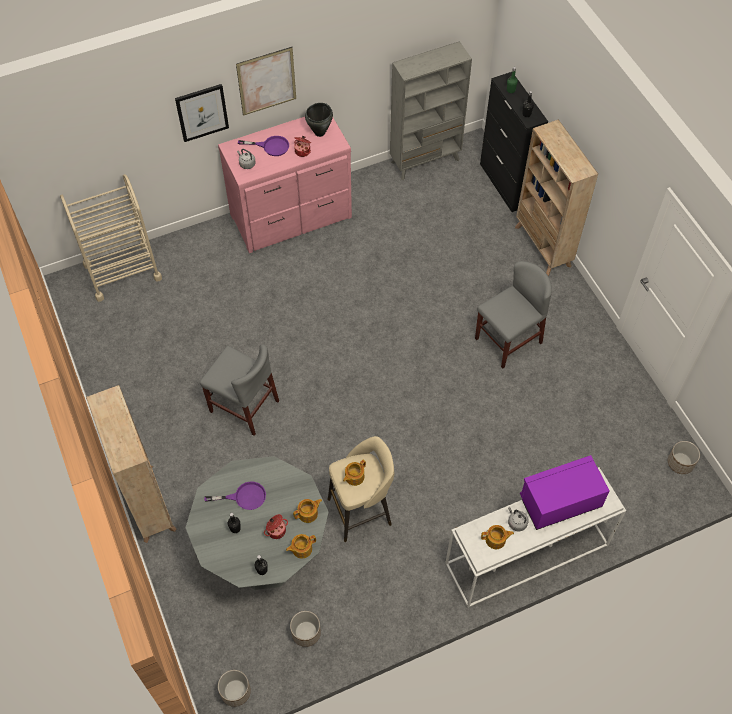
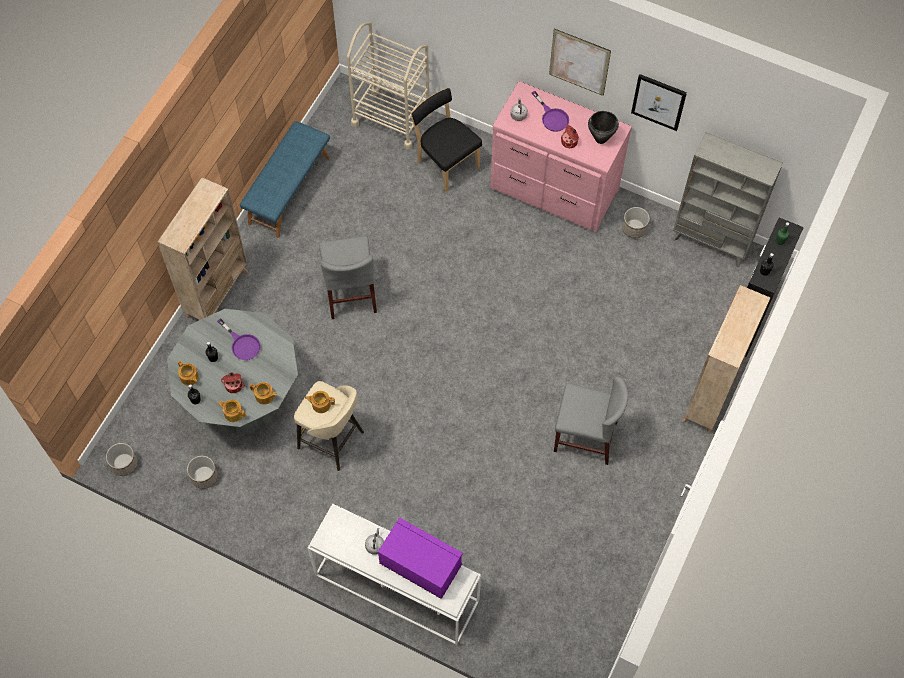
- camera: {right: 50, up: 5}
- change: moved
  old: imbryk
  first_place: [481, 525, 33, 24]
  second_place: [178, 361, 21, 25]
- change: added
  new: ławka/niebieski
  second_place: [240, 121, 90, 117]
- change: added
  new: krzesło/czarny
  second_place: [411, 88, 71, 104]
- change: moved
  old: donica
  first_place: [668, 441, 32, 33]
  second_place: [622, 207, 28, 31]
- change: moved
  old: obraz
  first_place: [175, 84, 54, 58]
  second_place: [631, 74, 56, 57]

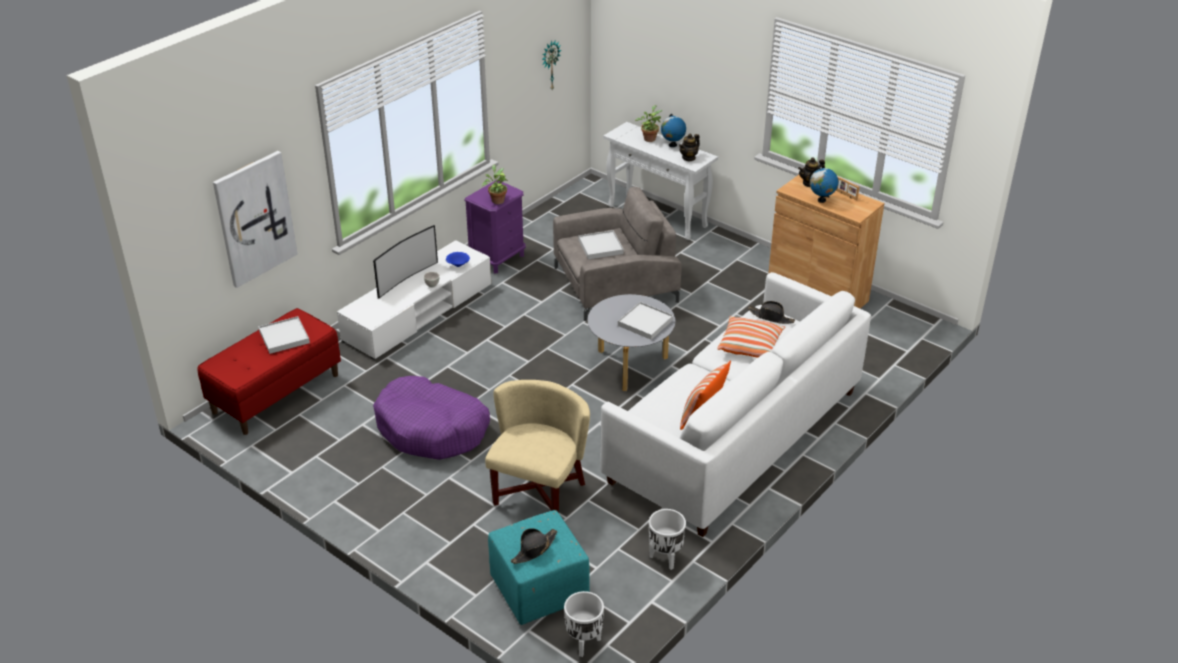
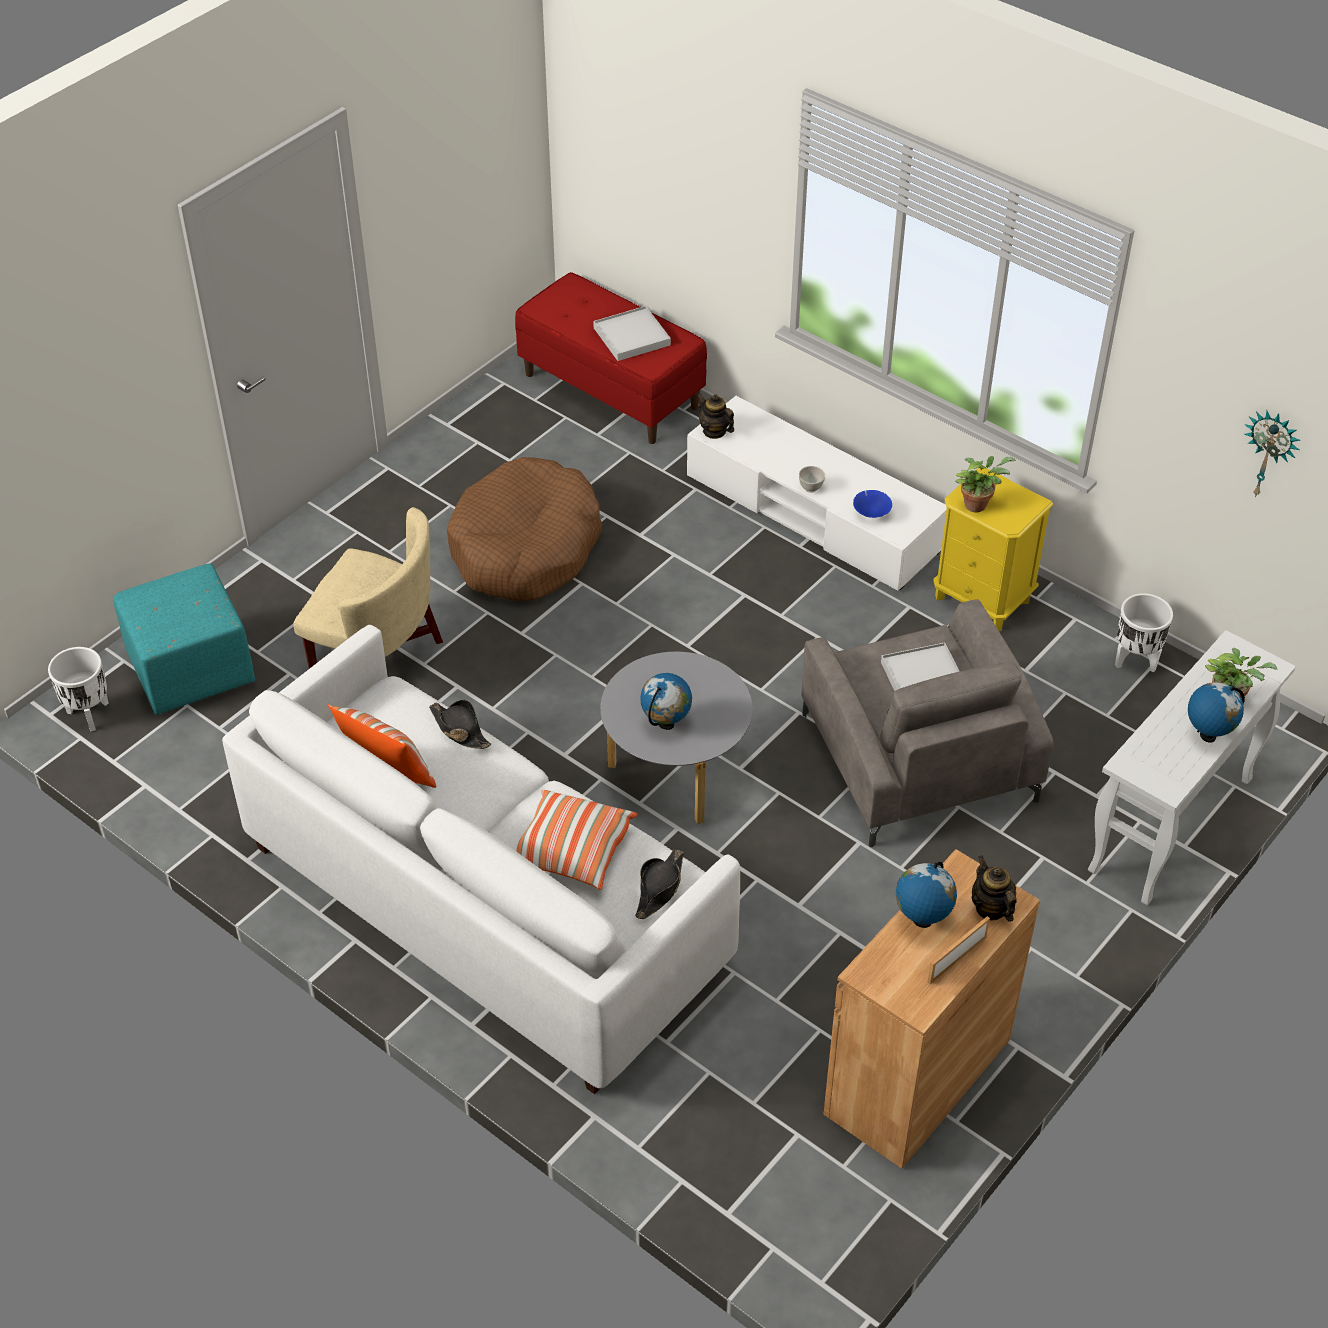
- camera: {right: 90, up: 10}
- change: moved
  old: kapelusz/czarny
  first_place: [511, 528, 46, 36]
  second_place: [429, 700, 62, 49]
- change: recoloured
  old: legowisko/fioletowy
  new: legowisko/brązowy
  first_place: [373, 376, 117, 84]
  second_place: [447, 457, 155, 144]
- change: replaced
  old: taca/biały
  new: globus
  first_place: [618, 302, 55, 38]
  second_place: [640, 673, 52, 57]
- change: moved
  old: imbryk
  first_place: [679, 134, 21, 28]
  second_place: [697, 394, 37, 45]
- change: recoloured
  old: szafka nocna/fioletowy
  new: szafka nocna/żółty
  first_place: [464, 180, 62, 94]
  second_place: [933, 467, 120, 164]
- change: moved
  old: donica/biały
  first_place: [649, 509, 37, 61]
  second_place: [1115, 593, 58, 79]
- change: removed
  old: obraz
  first_place: [213, 151, 85, 137]
- change: removed
  old: telewizor
  first_place: [373, 225, 65, 74]

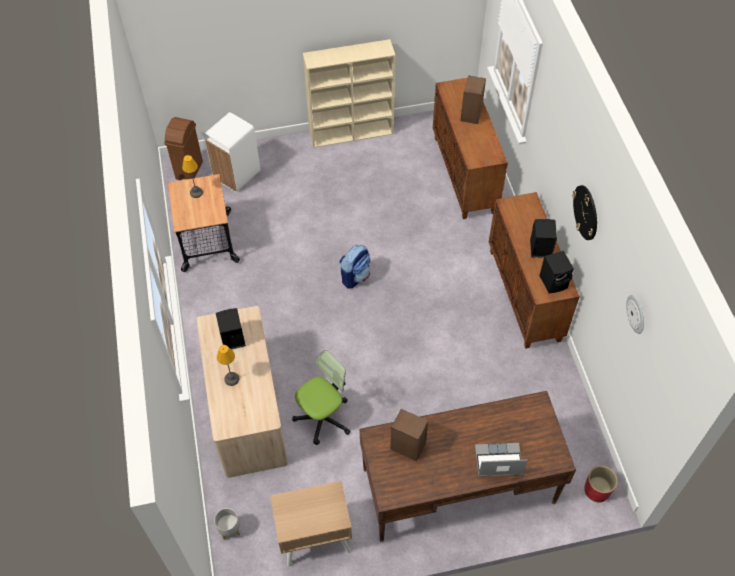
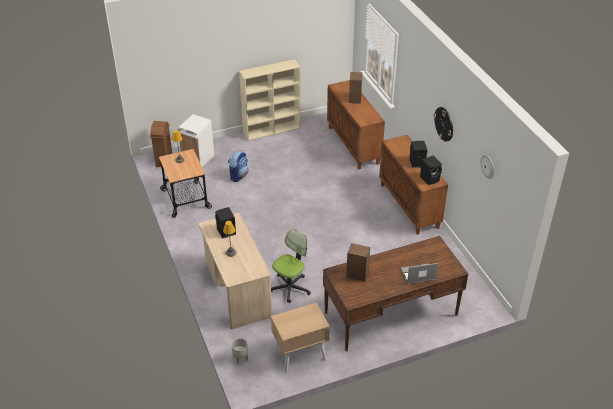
- camera: {right: -10, up: -15}
- change: moved
  old: plecak
  first_place: [339, 245, 32, 43]
  second_place: [228, 150, 20, 32]
- change: removed
  old: donica/czerwony
  first_place: [584, 466, 34, 37]

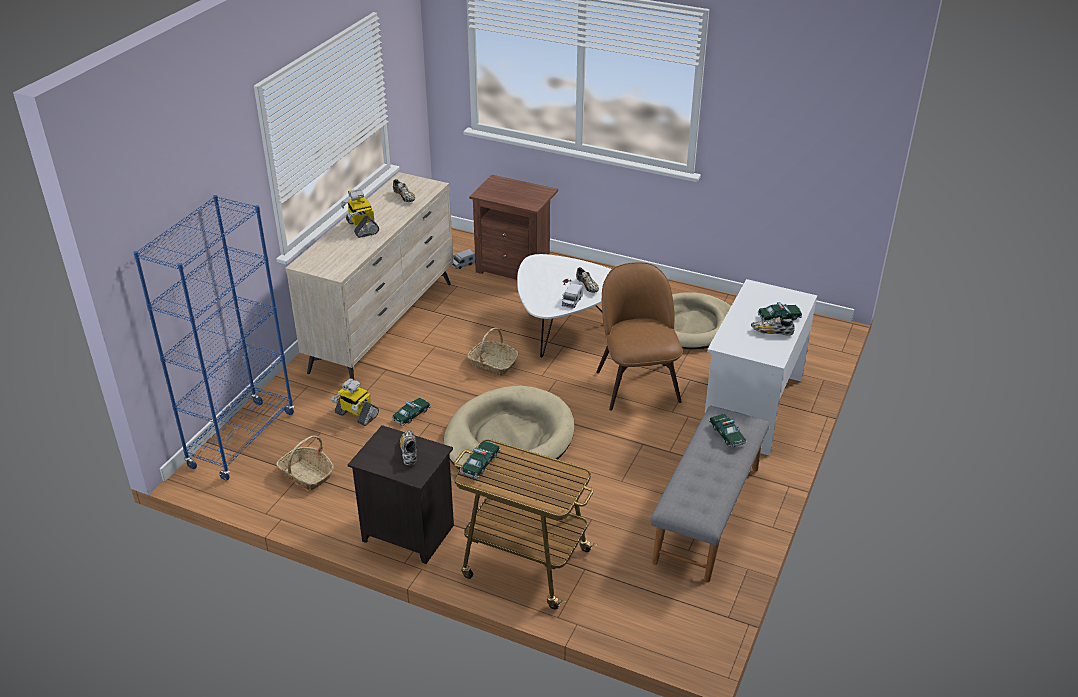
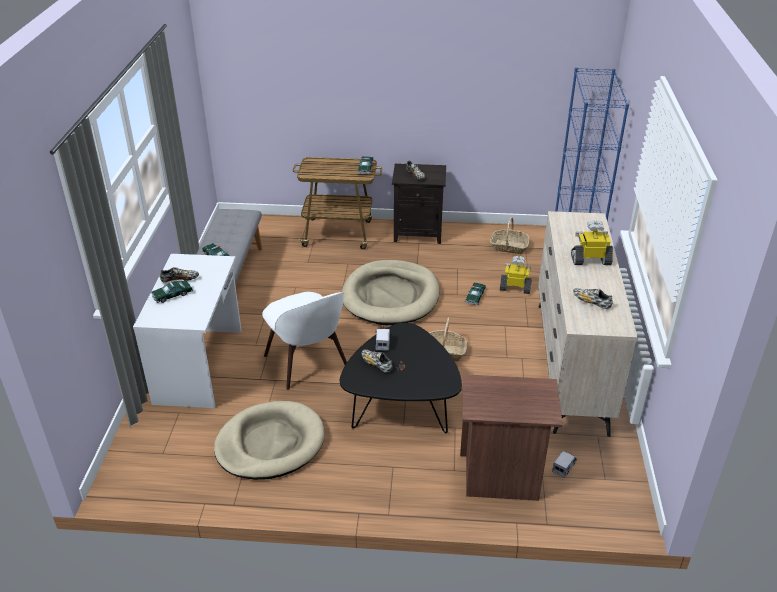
- camera: {right: 160, up: 0}
- change: recoloured
  old: krzesło/brązowy
  new: krzesło/biały
  first_place: [596, 262, 87, 149]
  second_place: [262, 292, 85, 98]
- change: recoloured
  old: ława/biały
  new: ława/czarny
  first_place: [517, 254, 95, 104]
  second_place: [340, 323, 122, 111]
- change: turned
  old: robot zabawkowy
  first_place: [340, 189, 39, 49]
  second_place: [571, 220, 42, 45]
  degrees: -45

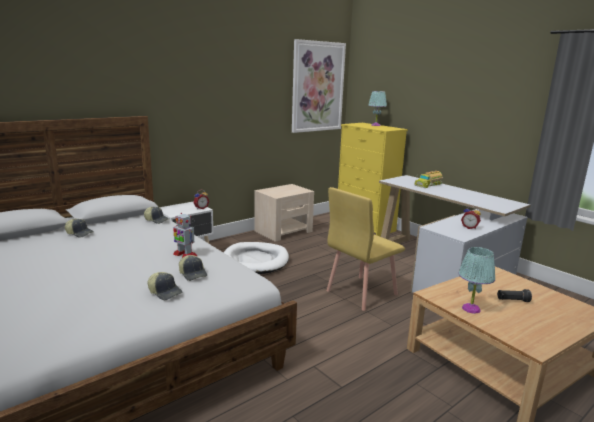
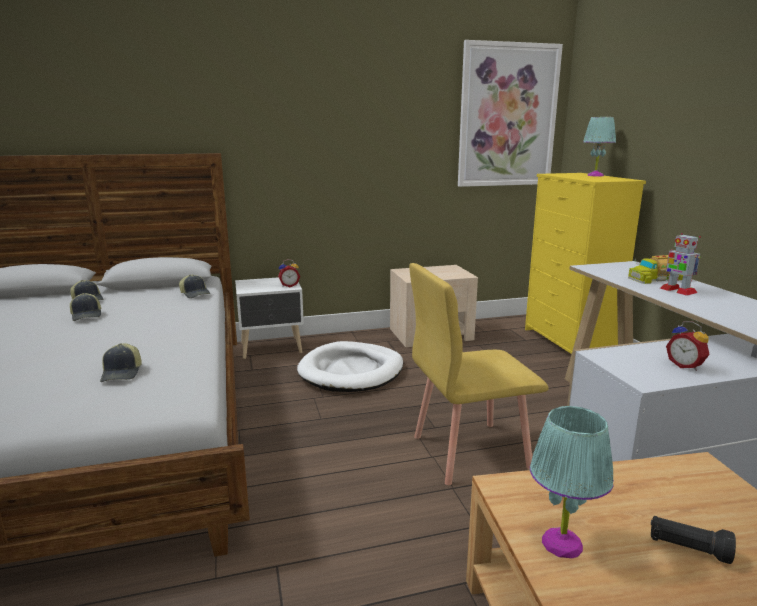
- camera: {right: 25, up: 0}
- change: moved
  old: czapka z daszkiem
  first_place: [147, 272, 36, 28]
  second_place: [70, 293, 32, 28]
- change: moved
  old: robot zabawkowy
  first_place: [173, 213, 24, 45]
  second_place: [660, 233, 41, 63]

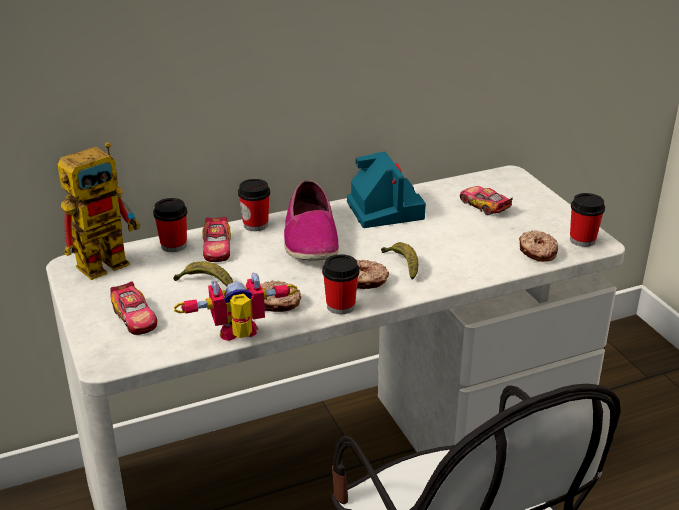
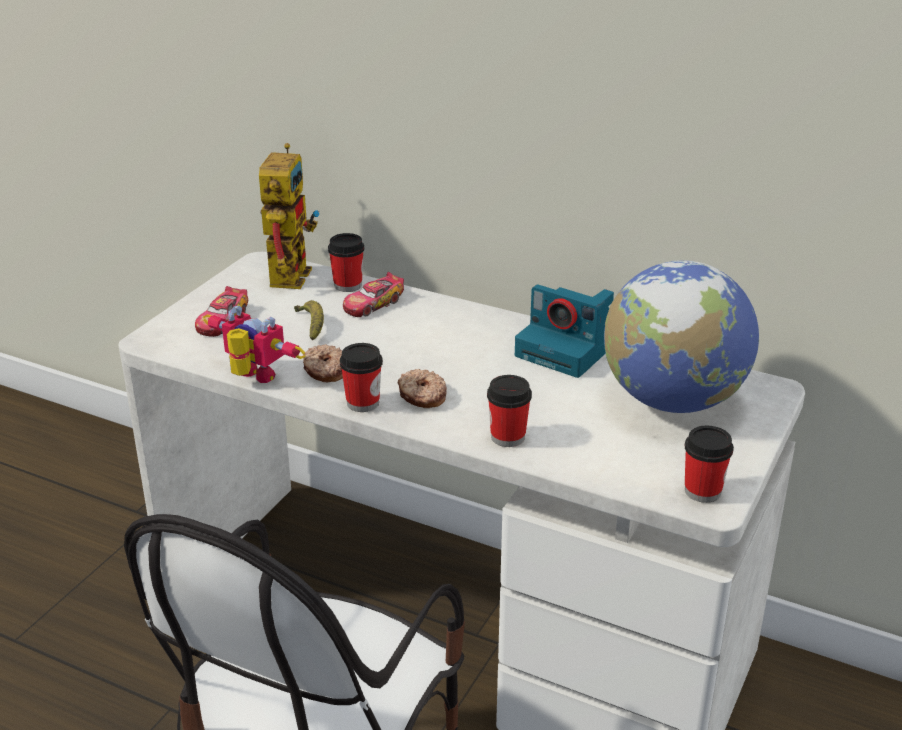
- camera: {right: 50, up: 0}
- change: turned
  old: robot zabawkowy
  first_place: [58, 142, 82, 138]
  second_place: [259, 143, 61, 146]
  degrees: -90
- change: moved
  old: filiżanka
  first_place: [238, 179, 32, 52]
  second_place: [487, 375, 45, 72]
- change: turned
  old: aparat fotograficzny
  first_place: [347, 152, 79, 76]
  second_place: [515, 285, 99, 93]
  degrees: 90
- change: replaced
  old: samochodzik
  new: globus
  first_place: [460, 186, 53, 29]
  second_place: [604, 260, 155, 153]
- change: removed
  old: but
  first_place: [284, 180, 55, 80]
- change: removed
  old: banan
  first_place: [381, 242, 37, 37]
- change: removed
  old: donut
  first_place: [519, 230, 39, 32]

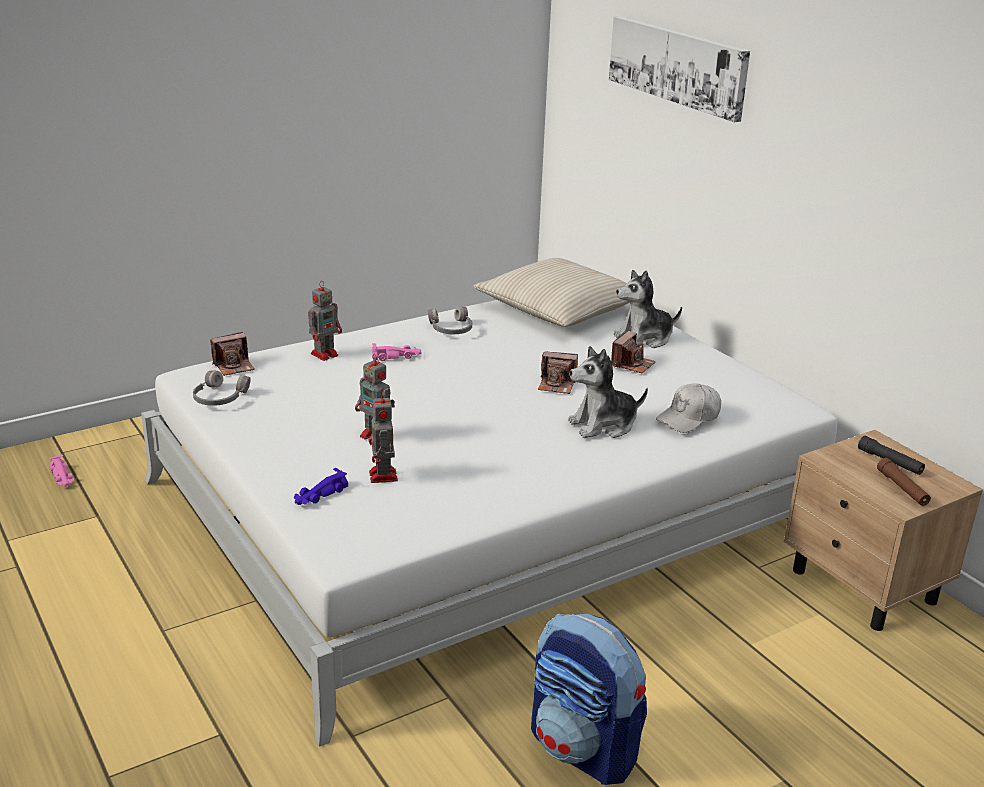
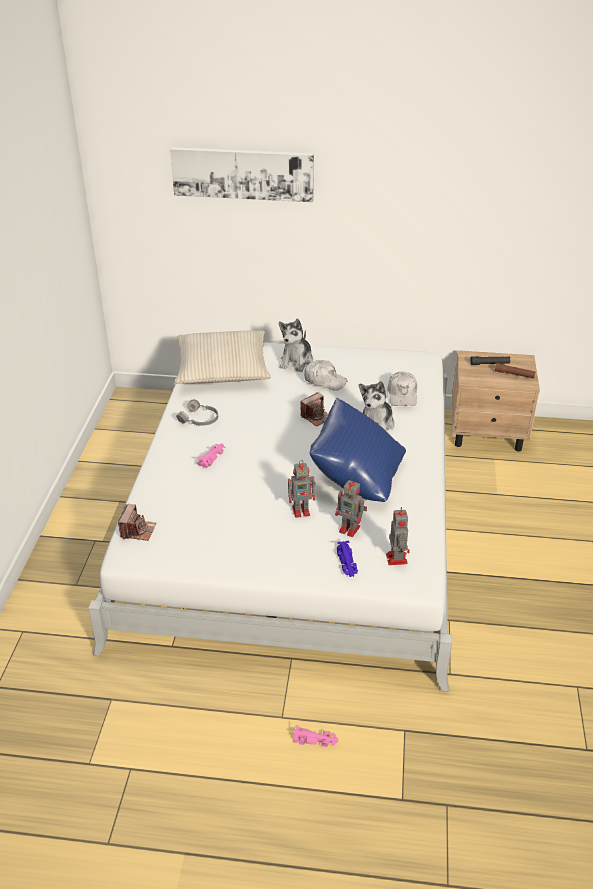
- camera: {right: -50, up: 10}
- change: moved
  old: samochodzik/różowy
  first_place: [49, 455, 25, 32]
  second_place: [294, 725, 44, 22]
- change: replaced
  old: aparat fotograficzny
  new: czapka z daszkiem/biały
  first_place: [611, 330, 45, 43]
  second_place: [304, 360, 44, 31]
- change: added
  new: poduszka/niebieski
  second_place: [310, 398, 96, 104]
- change: moved
  old: robot zabawkowy
  first_place: [308, 281, 34, 80]
  second_place: [386, 510, 24, 55]
- change: removed
  old: słuchawki/szary
  first_place: [193, 371, 58, 35]
- change: removed
  old: plecak
  first_place: [531, 614, 116, 171]

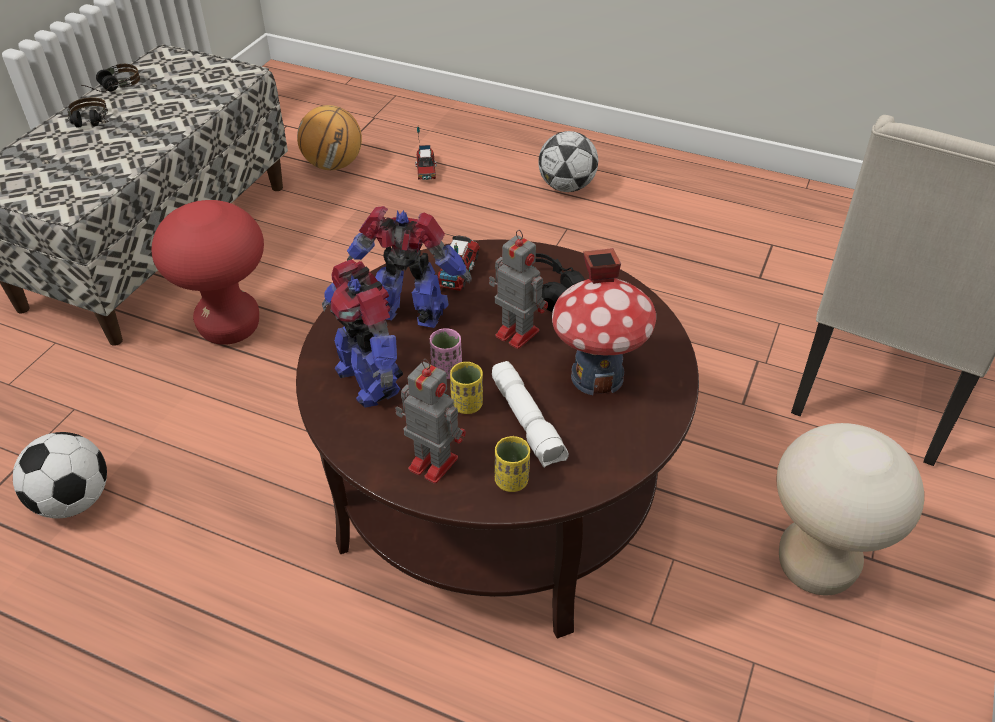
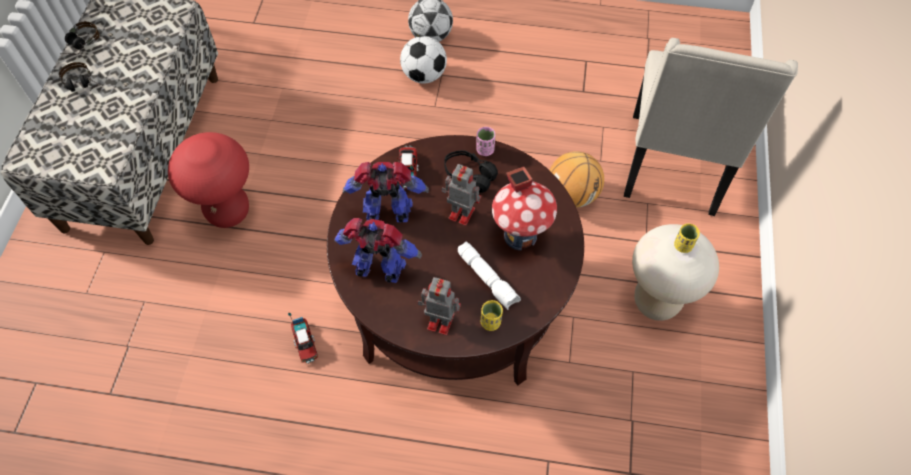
- camera: {right: -15, up: 15}
- change: moved
  old: ciężarówka zabawkowa
  first_place: [415, 127, 22, 53]
  second_place: [288, 313, 30, 51]
- change: turned
  old: robot zabawkowy
  first_place: [322, 259, 81, 149]
  second_place: [334, 218, 88, 65]
  degrees: 150
- change: moved
  old: piłka futbolowa
  first_place: [13, 432, 94, 86]
  second_place: [400, 36, 47, 48]
- change: moved
  old: filiżanka/różowy
  first_place: [430, 328, 32, 51]
  second_place: [476, 127, 19, 29]
- change: moved
  old: piłka do koszykówki
  first_place: [297, 105, 65, 65]
  second_place: [550, 151, 54, 56]
- change: moved
  old: filiżanka/żółty
  first_place: [450, 362, 33, 52]
  second_place: [674, 223, 26, 30]

